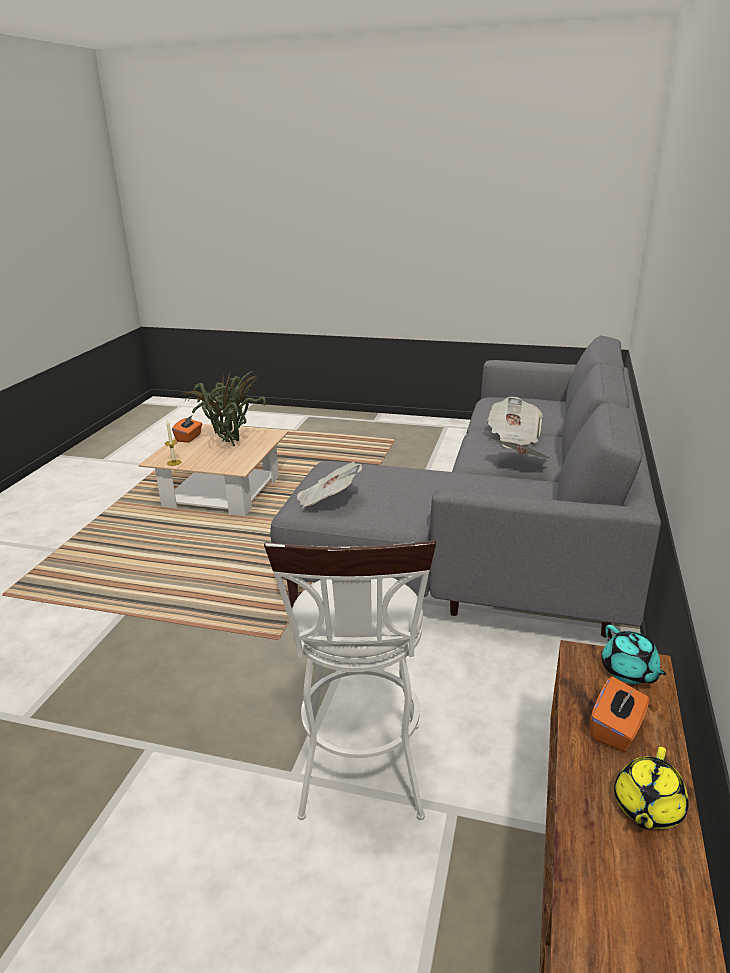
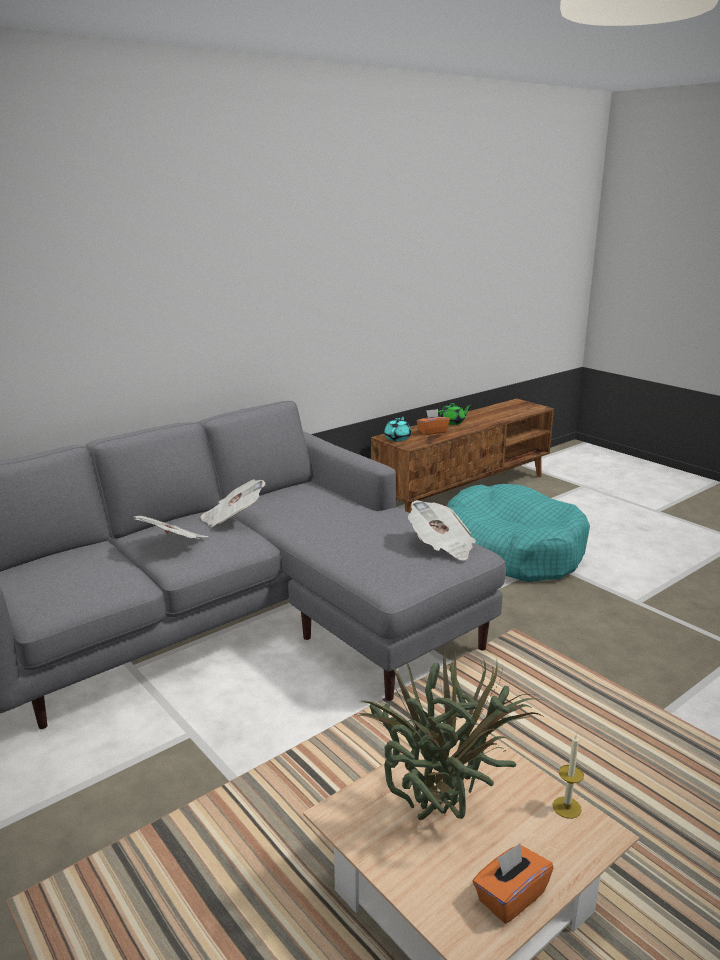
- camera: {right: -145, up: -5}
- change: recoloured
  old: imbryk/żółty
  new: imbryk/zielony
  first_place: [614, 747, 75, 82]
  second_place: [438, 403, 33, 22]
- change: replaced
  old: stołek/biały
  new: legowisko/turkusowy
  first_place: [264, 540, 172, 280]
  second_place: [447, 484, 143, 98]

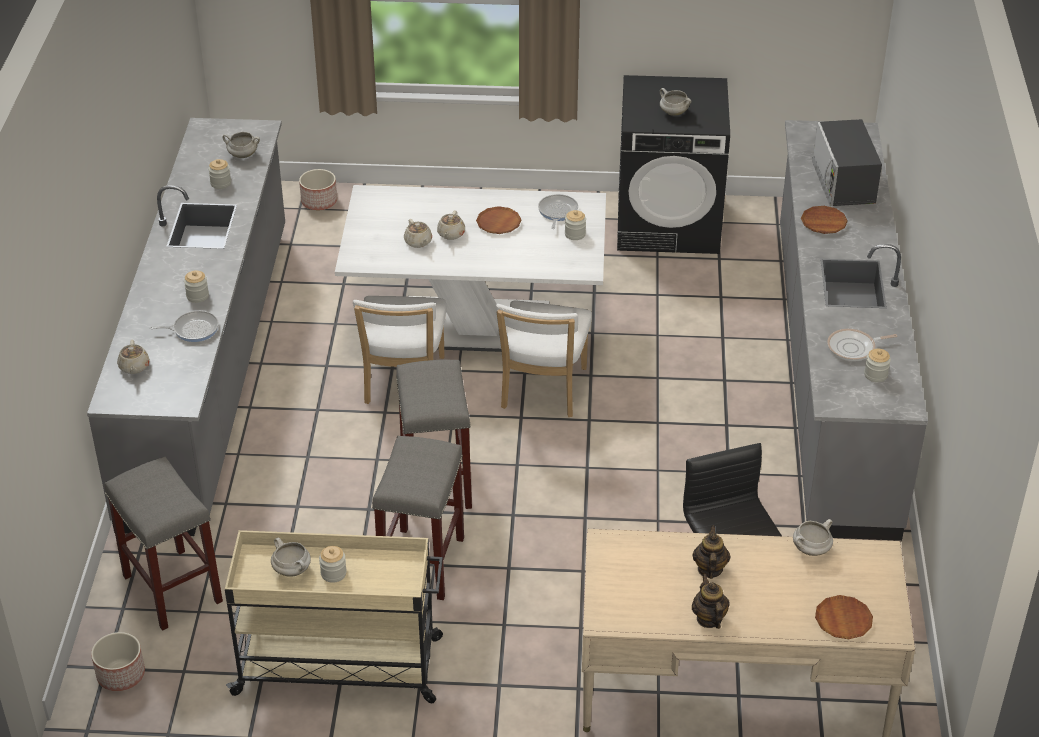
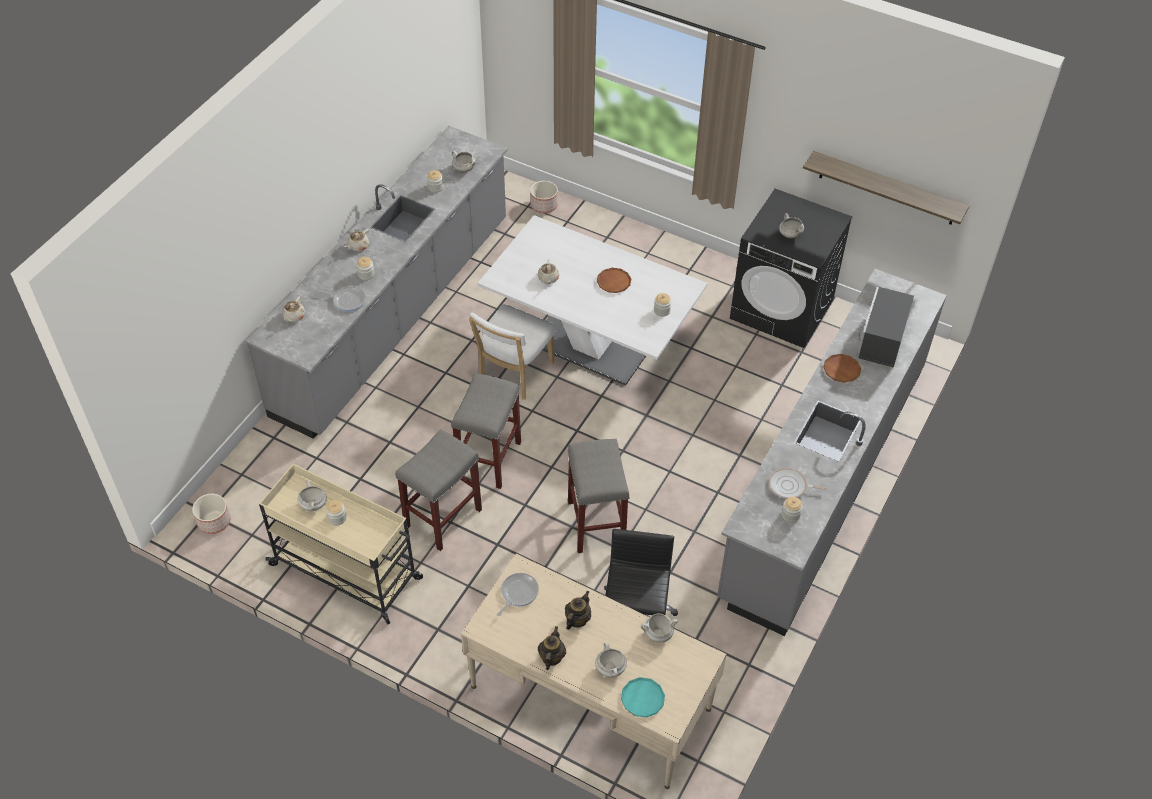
- camera: {right: 25, up: 10}
- change: moved
  old: imbryk/beżowy
  first_place: [437, 210, 28, 30]
  second_place: [345, 229, 24, 22]
- change: moved
  old: patelnia
  first_place: [538, 194, 40, 35]
  second_place: [497, 573, 42, 43]
- change: moved
  old: stołek/szary
  first_place: [104, 457, 119, 174]
  second_place: [568, 439, 62, 114]
- change: added
  new: garnek/biały
  second_place: [595, 642, 32, 36]
- change: recoloured
  old: talerz/brązowy
  new: talerz/turkusowy
  first_place: [815, 595, 58, 44]
  second_place: [621, 677, 44, 41]
- change: added
  new: półka
  second_place: [803, 151, 166, 74]
- change: removed
  old: krzesło/biały
  first_place: [496, 301, 96, 116]

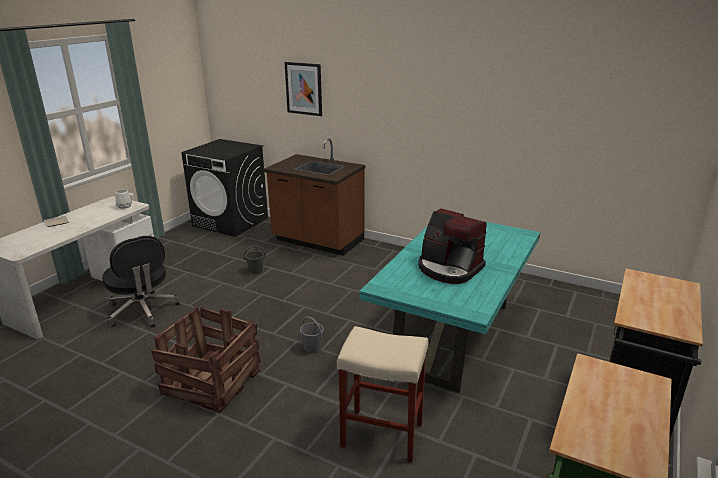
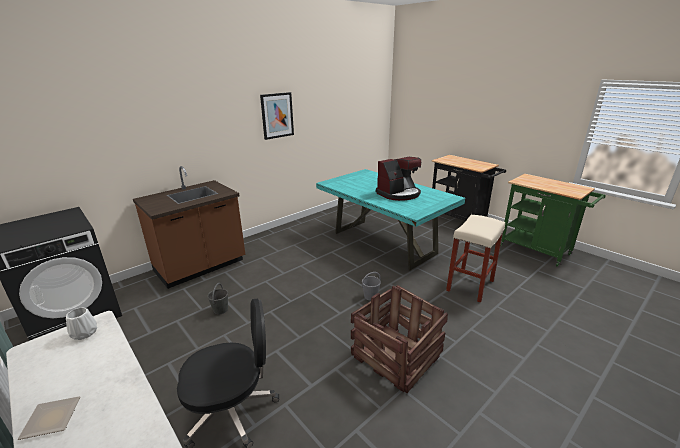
- camera: {right: -70, up: 0}
- change: moved
  old: obraz
  first_place: [285, 62, 37, 54]
  second_place: [260, 92, 34, 48]

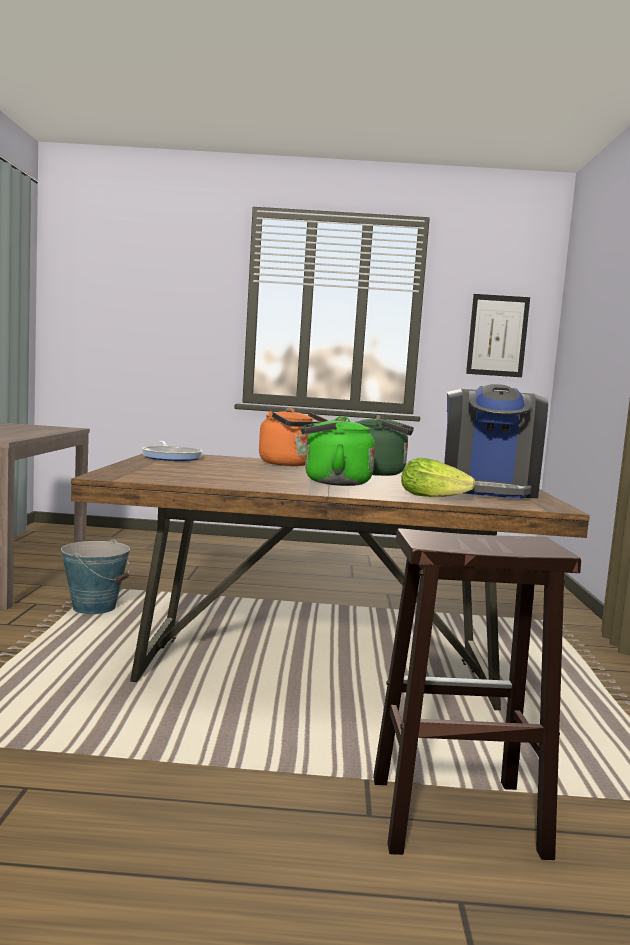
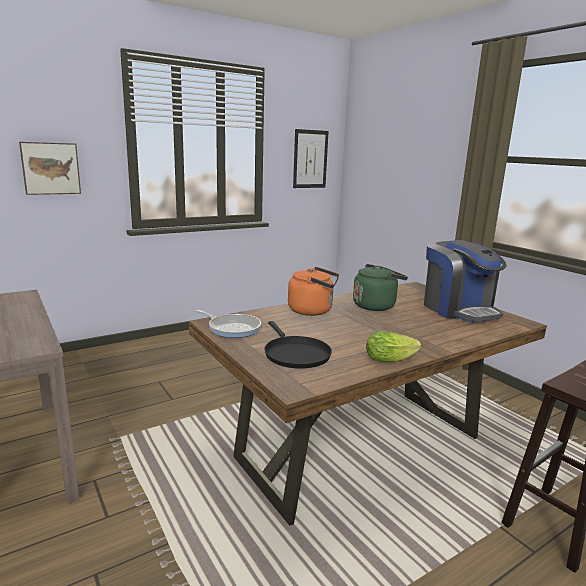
- camera: {right: -35, up: 10}
- change: added
  new: obraz
  second_place: [19, 142, 62, 53]
- change: added
  new: patelnia/czarny
  second_place: [264, 321, 68, 48]
- change: moved
  old: sałata
  first_place: [401, 458, 74, 39]
  second_place: [366, 331, 55, 31]
- change: removed
  old: wiadro
  first_place: [61, 539, 69, 75]
- change: removed
  old: czajnik/zielony
  first_place: [301, 416, 74, 70]

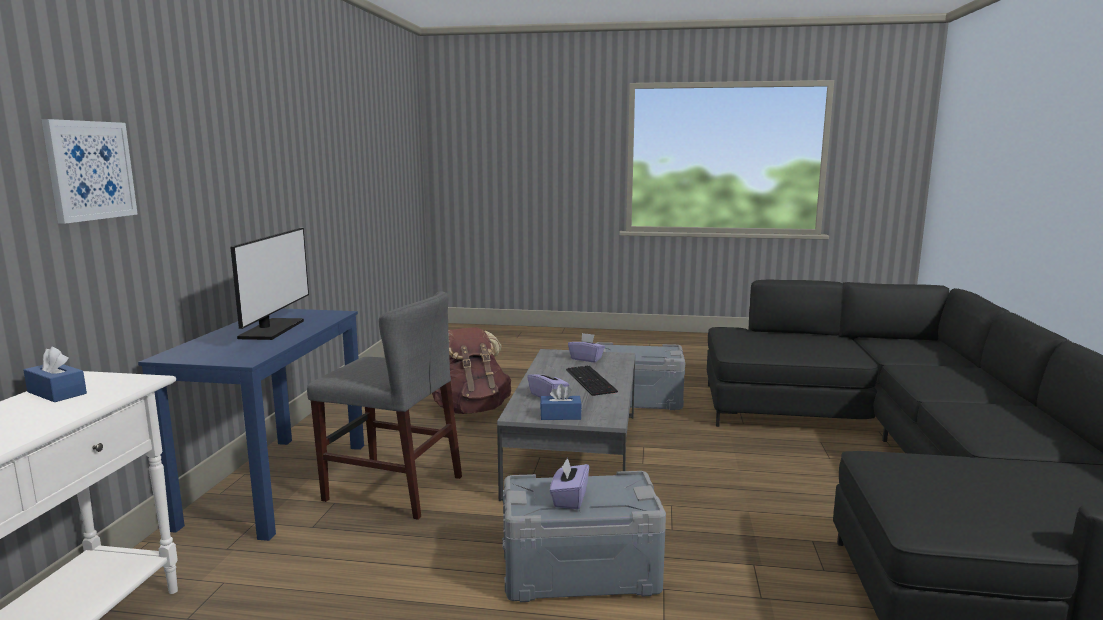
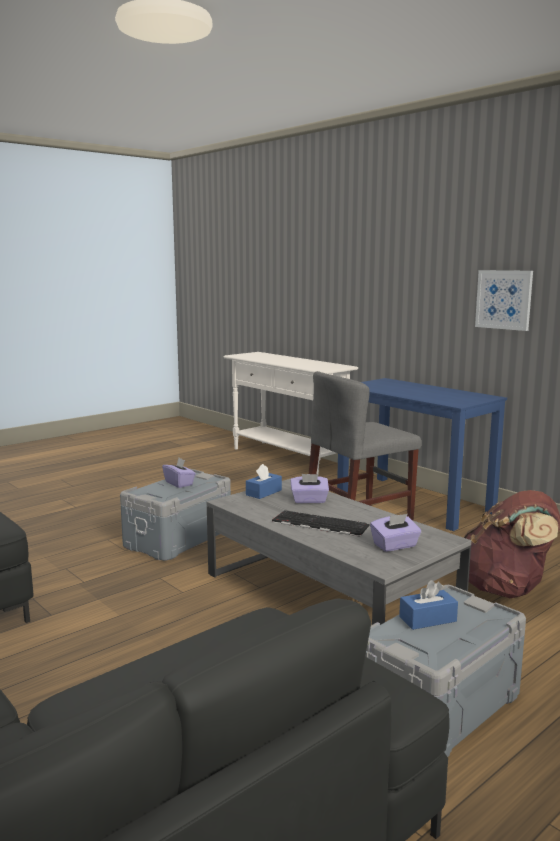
- camera: {right: 130, up: 0}
- change: moved
  old: pudełko chusteczek/niebieski
  first_place: [24, 347, 63, 55]
  second_place: [399, 580, 59, 50]
- change: moved
  old: obraz
  first_place: [41, 119, 97, 105]
  second_place: [475, 270, 58, 61]
- change: removed
  old: monitor
  first_place: [230, 228, 79, 112]

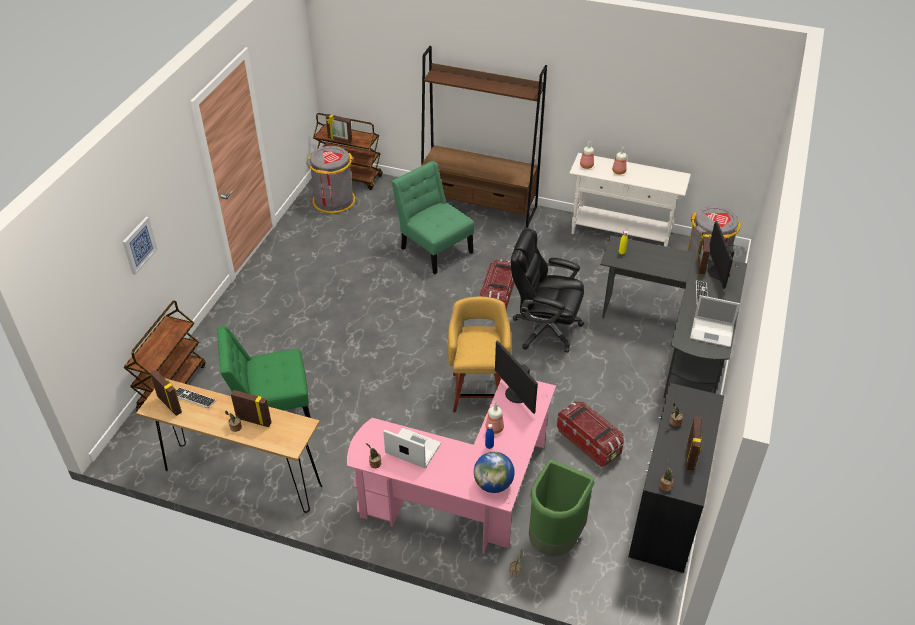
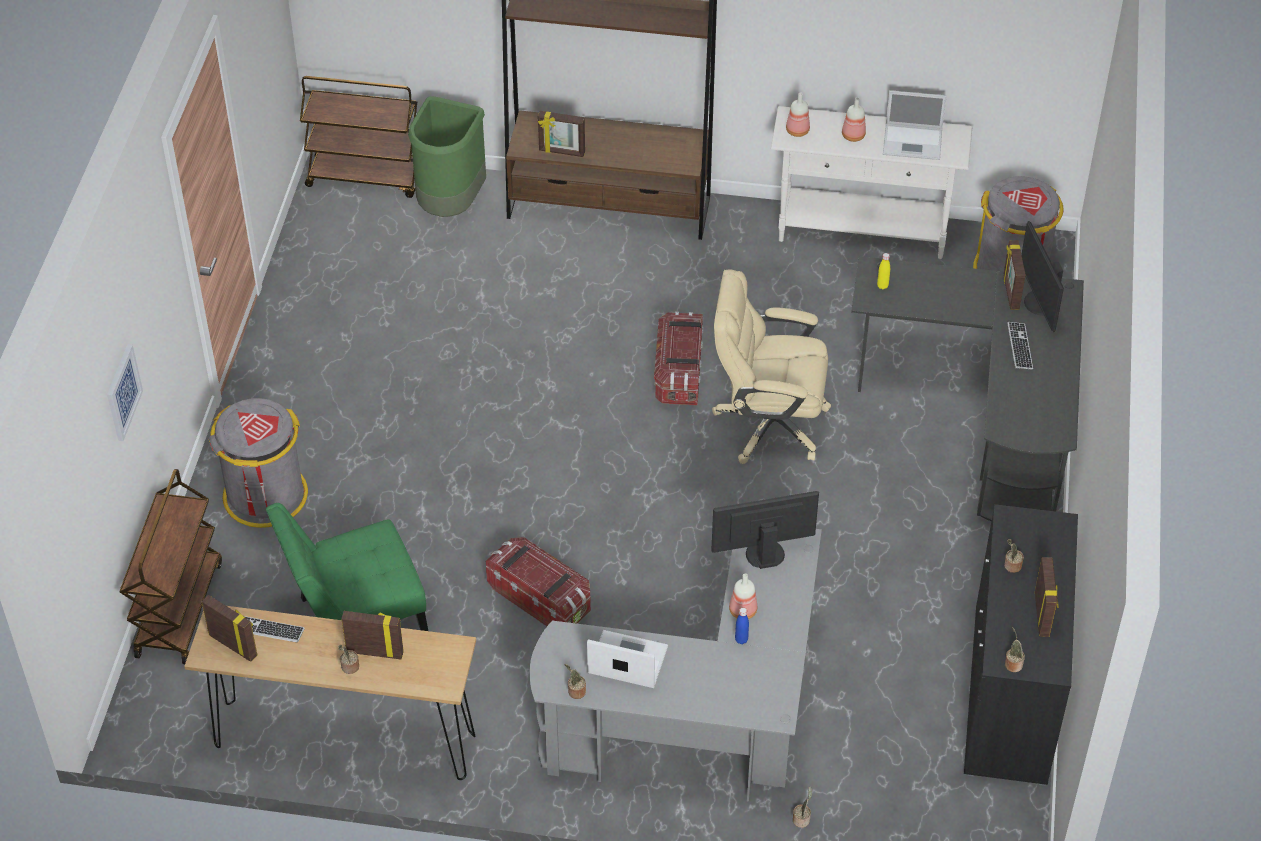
- camera: {right: -10, up: 5}
- change: moved
  old: kosz na śmieci/szary
  first_place: [306, 146, 49, 67]
  second_place: [209, 398, 99, 130]
- change: moved
  old: kosz na śmieci/zielony
  first_place: [529, 460, 66, 97]
  second_place: [408, 96, 78, 121]
- change: moved
  old: pojemnik do przechowywania
  first_place: [557, 401, 67, 66]
  second_place: [486, 537, 105, 89]
- change: recoloured
  old: biurko/różowy
  new: biurko/szary
  first_place: [347, 378, 209, 176]
  second_place: [530, 529, 292, 273]
- change: moved
  old: ramka na zdjęcie
  first_place: [326, 114, 26, 29]
  second_place: [538, 111, 47, 46]
- change: turned
  old: monitor
  first_place: [495, 341, 43, 73]
  second_place: [711, 491, 108, 78]
  degrees: 120
- change: recoloured
  old: krzesło biurowe/czarny
  new: krzesło biurowe/beżowy
  first_place: [511, 228, 73, 125]
  second_place: [712, 269, 119, 195]
- change: moved
  old: laptop
  first_place: [690, 295, 50, 52]
  second_place: [883, 90, 64, 70]
- change: removed
  old: krzesło/zielony
  first_place: [391, 161, 83, 113]
- change: removed
  old: stołek/żółty
  first_place: [448, 297, 63, 115]
- change: removed
  old: globus
  first_place: [474, 452, 41, 41]

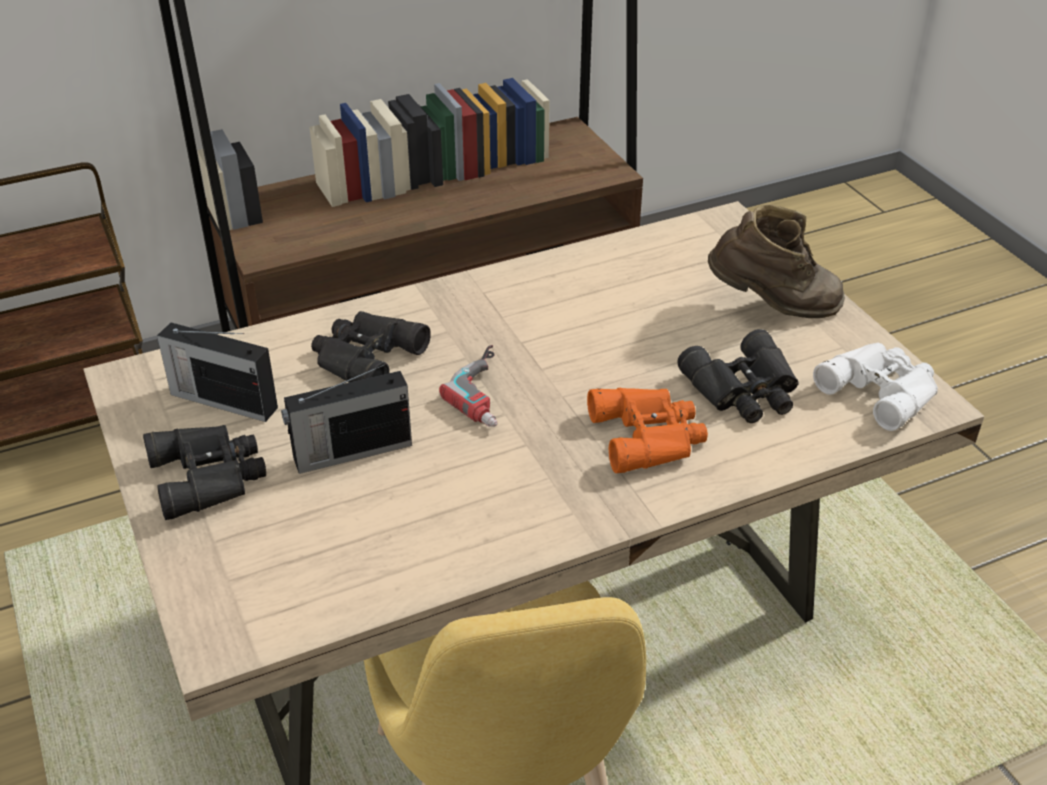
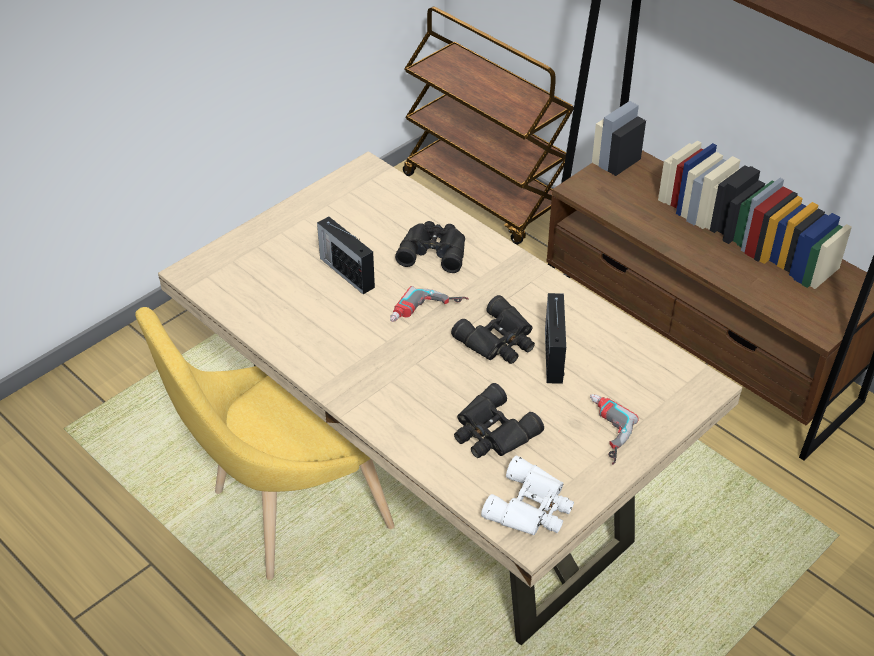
- camera: {right: 70, up: 5}
- change: moved
  old: lornetka/czarny
  first_place: [143, 425, 123, 95]
  second_place: [451, 295, 84, 69]
- change: moved
  old: radio
  first_place: [157, 323, 121, 99]
  second_place: [545, 293, 21, 91]
- change: replaced
  old: but z cholewką/brązowy
  new: wiertarka
  first_place: [708, 204, 137, 114]
  second_place: [590, 394, 48, 71]
- change: removed
  old: lornetka/pomarańczowy
  first_place: [587, 388, 121, 85]

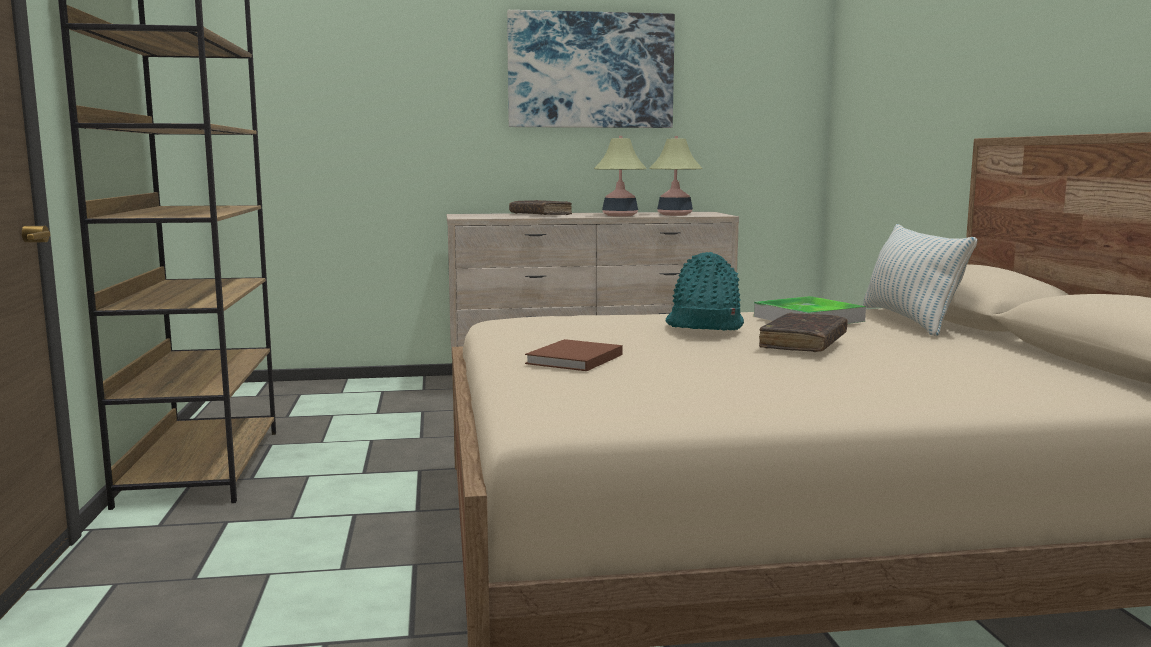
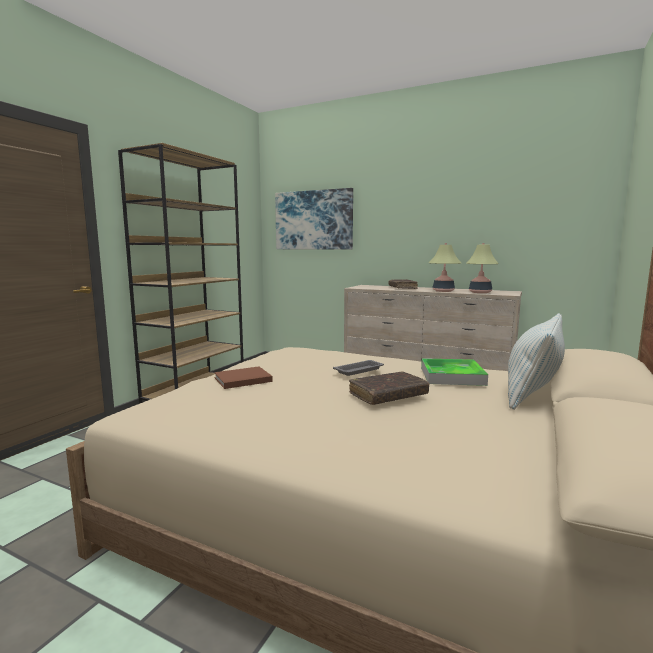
- camera: {right: 35, up: 0}
- change: moved
  old: obraz
  first_place: [507, 10, 168, 118]
  second_place: [275, 188, 78, 61]
- change: replaced
  old: kapelusz/turkusowy
  new: taca/szary
  first_place: [665, 252, 79, 78]
  second_place: [333, 360, 51, 16]

